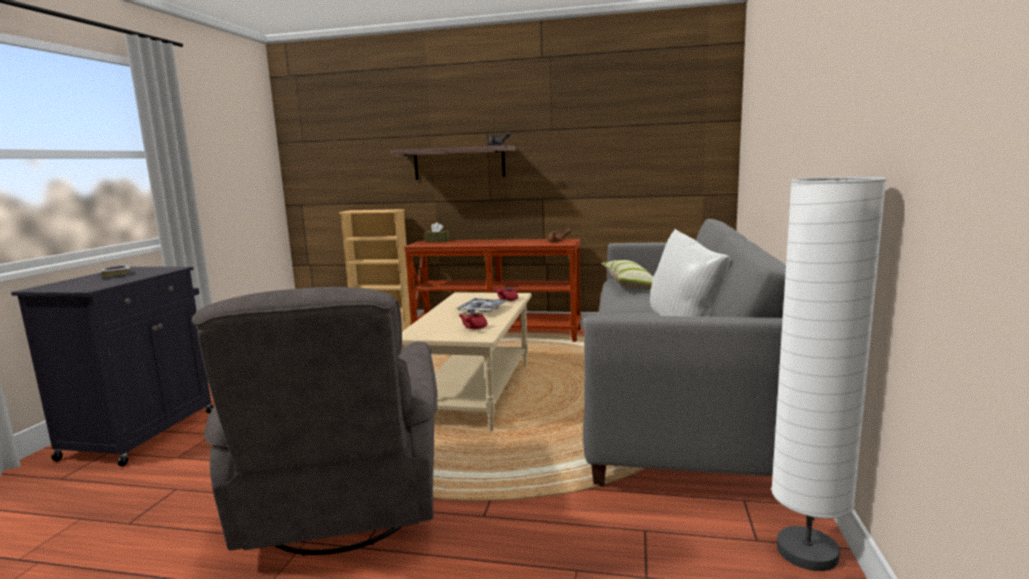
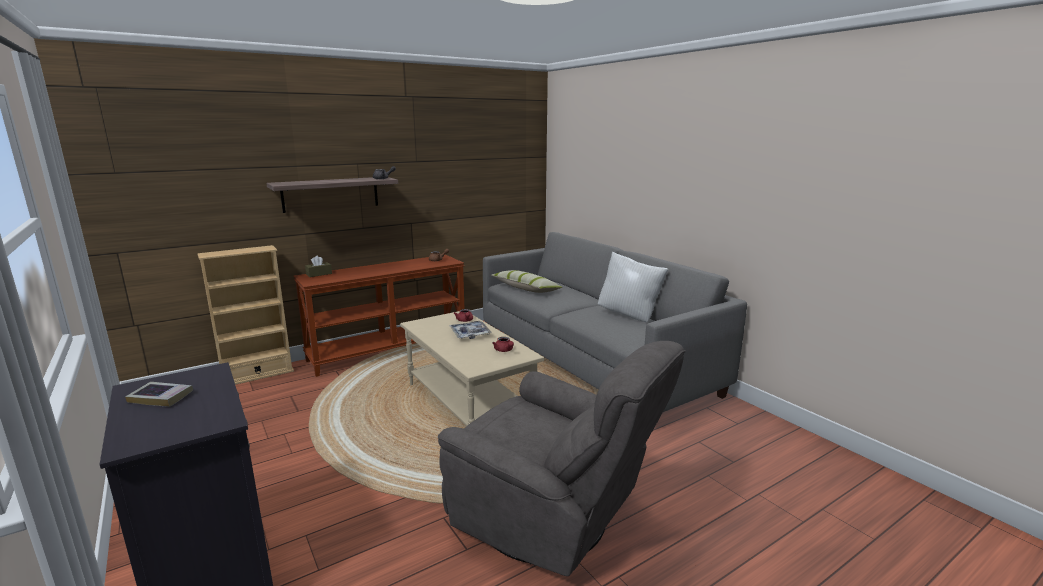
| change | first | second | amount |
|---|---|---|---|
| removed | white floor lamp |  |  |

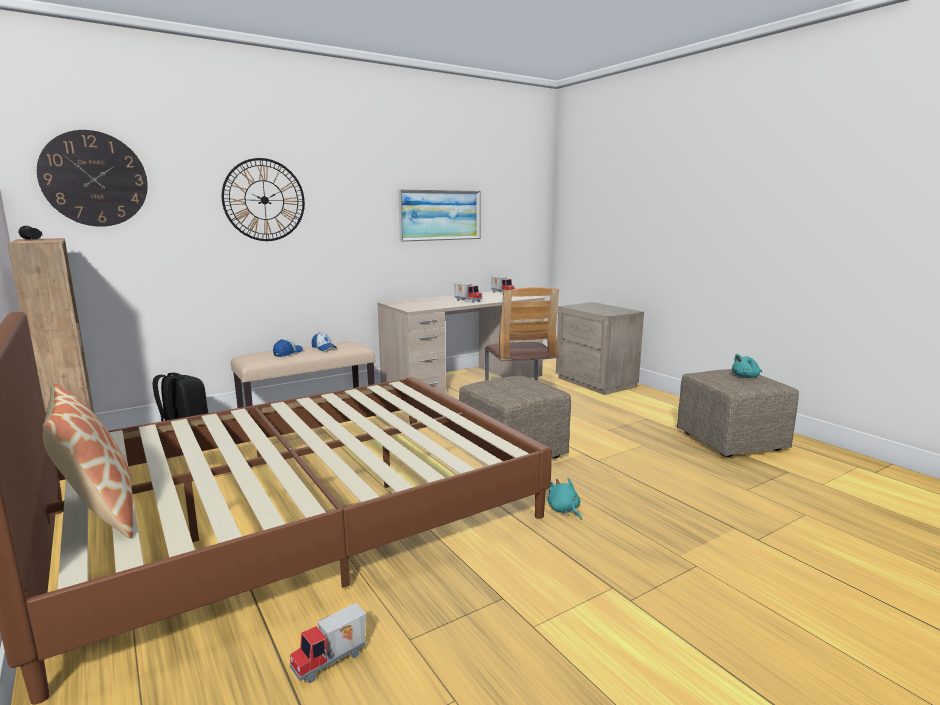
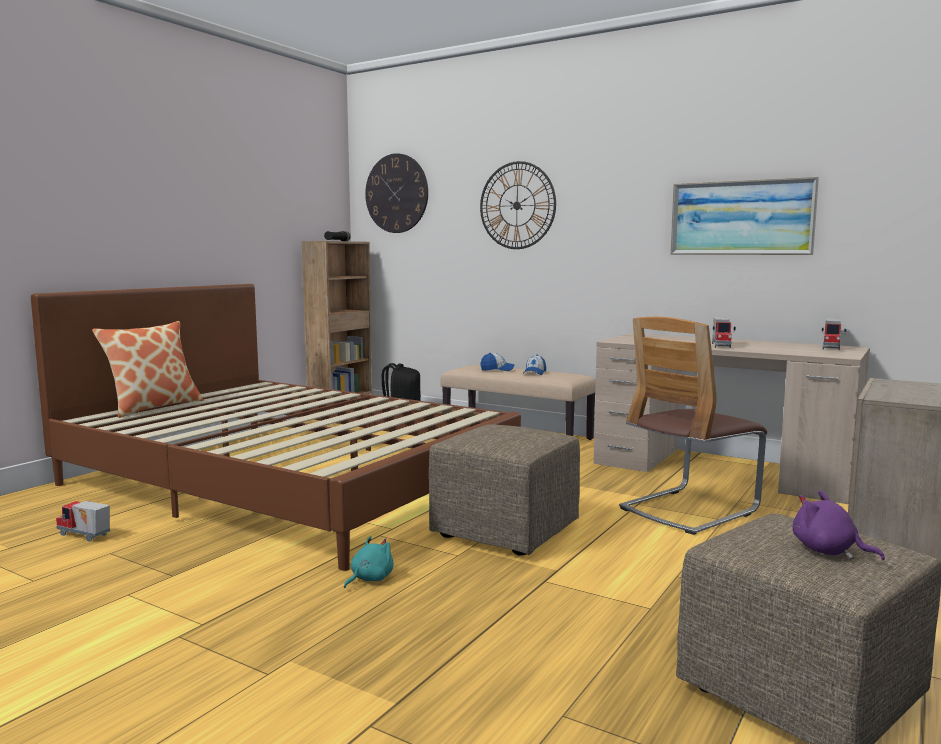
| change | first | second | amount |
|---|---|---|---|
| recoloured | turquoise plush toy (2nd from left) | purple plush toy |  |

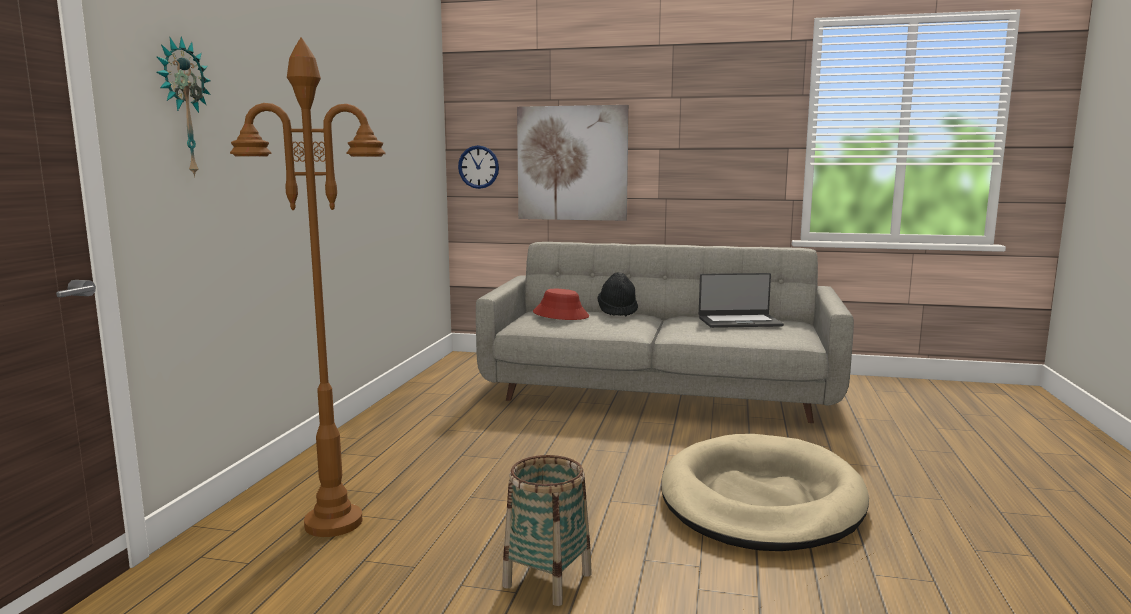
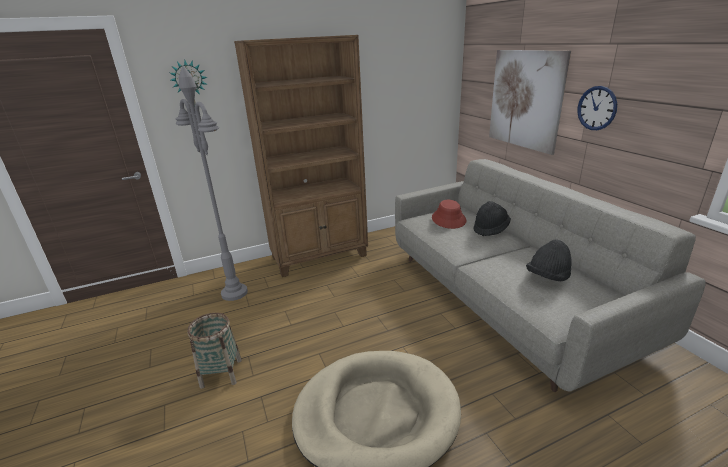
| change | first | second | amount |
|---|---|---|---|
| recoloured | brown floor lamp | grey floor lamp |  |
| added |  | brown bookcase |  |
| replaced | laptop | black hat (2nd from left) |  |
| moved | wall clock (2nd from left) |  |  |

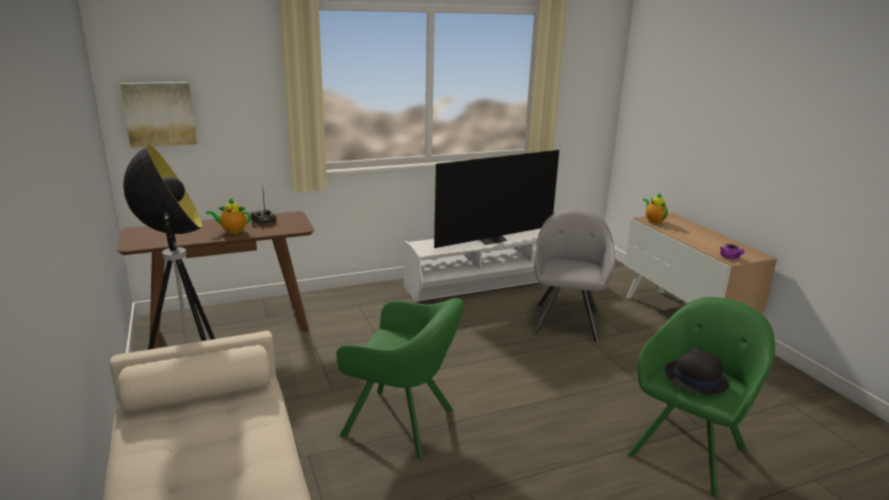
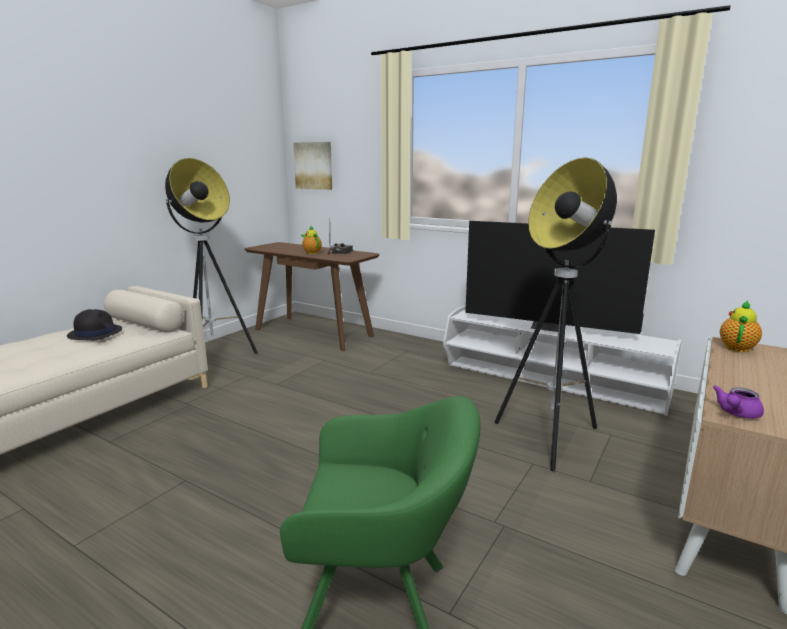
| change | first | second | amount |
|---|---|---|---|
| moved | black hat |  |  |
| replaced | grey armchair | floor lamp (2nd from left) |  |
| removed | green armchair (1st from left) |  |  |

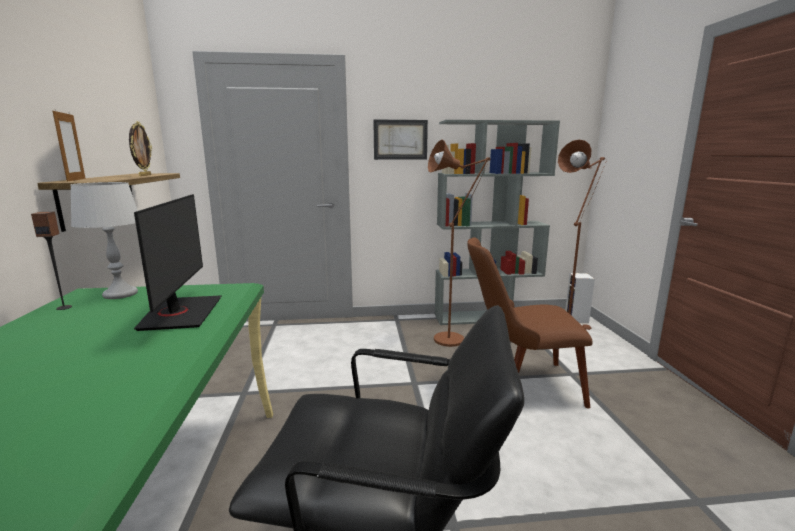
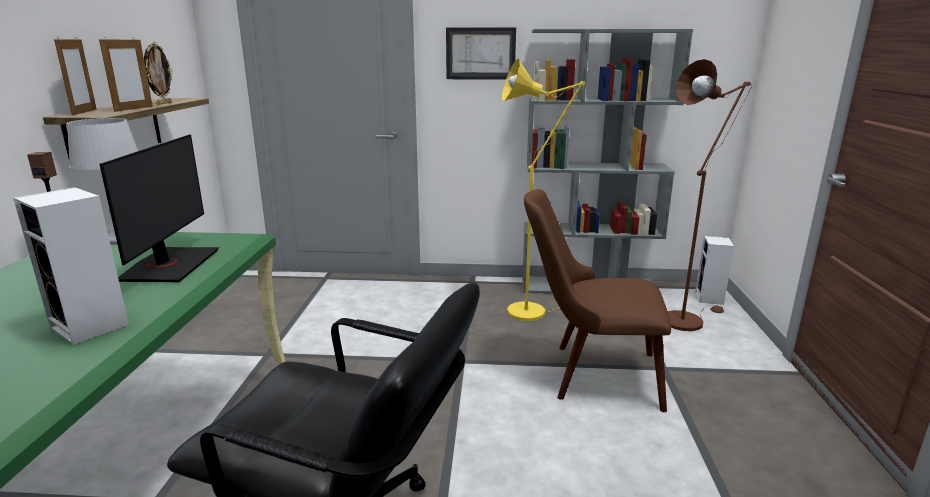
| change | first | second | amount |
|---|---|---|---|
| added |  | speaker (2nd from left) |  |
| added |  | picture frame (2nd from left) |  |
| recoloured | brown floor lamp (1st from left) | yellow floor lamp |  |

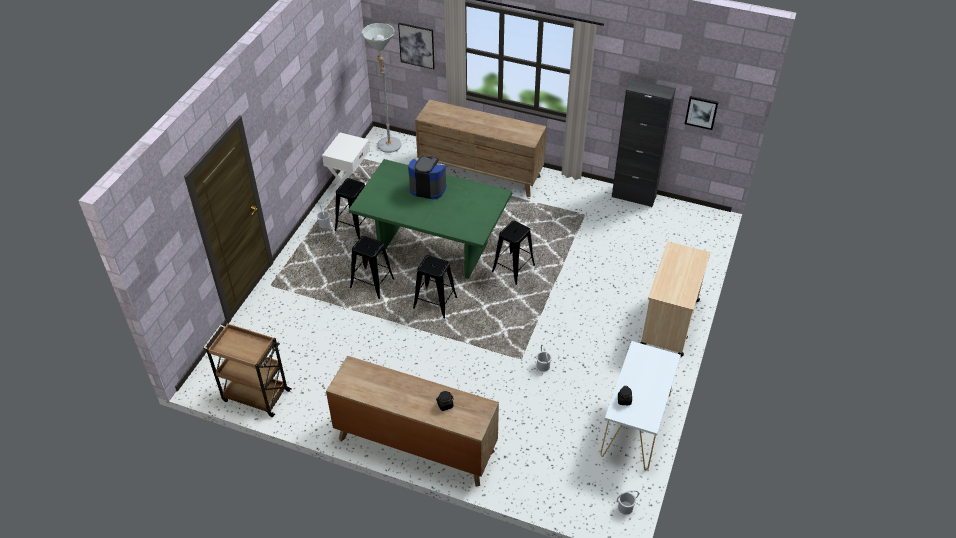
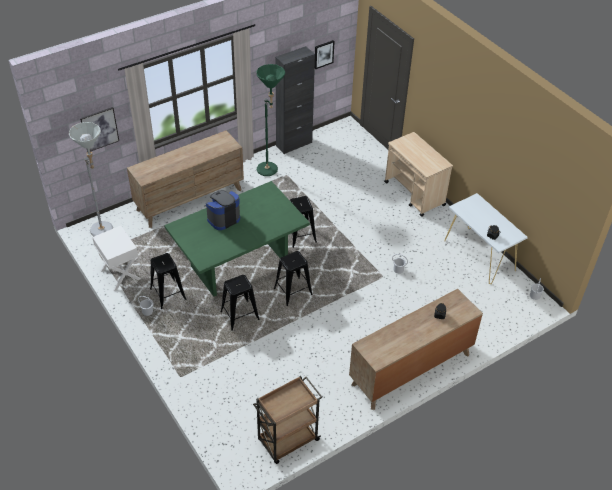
| change | first | second | amount |
|---|---|---|---|
| added |  | green floor lamp |  |

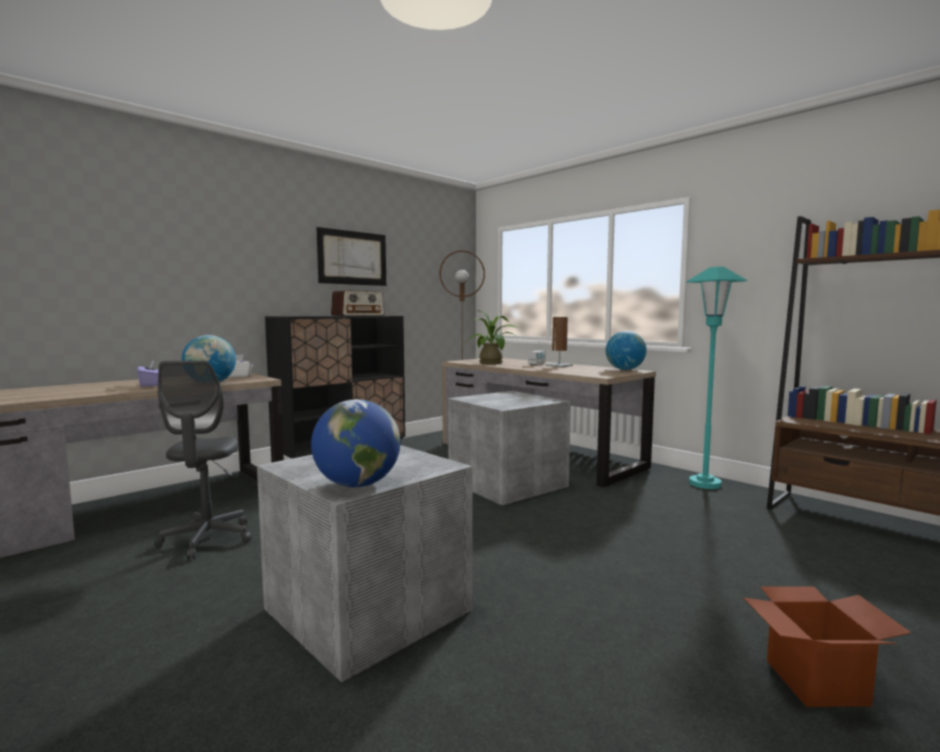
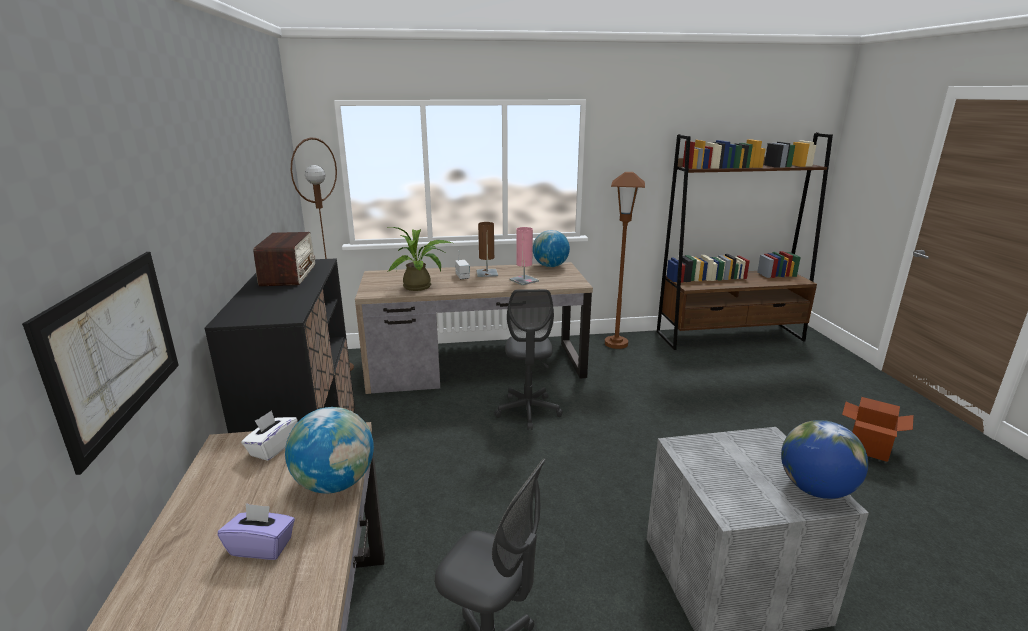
| change | first | second | amount |
|---|---|---|---|
| moved | picture |  |  |
| replaced | grey storage box (2nd from left) | grey office chair (2nd from left) |  |
| added |  | pink table lamp |  |
| recoloured | turquoise floor lamp | brown floor lamp (2nd from left) |  |

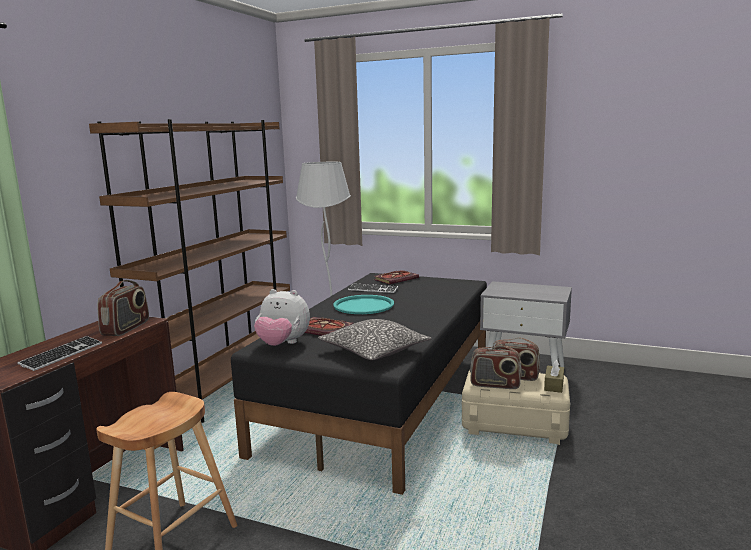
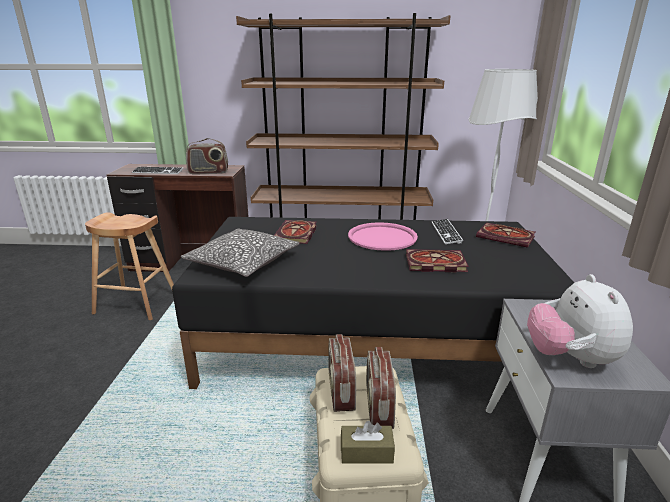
| change | first | second | amount |
|---|---|---|---|
| recoloured | turquoise tray | pink tray |  |
| added |  | book (2nd from left) |  |
| moved | plush toy |  |  |

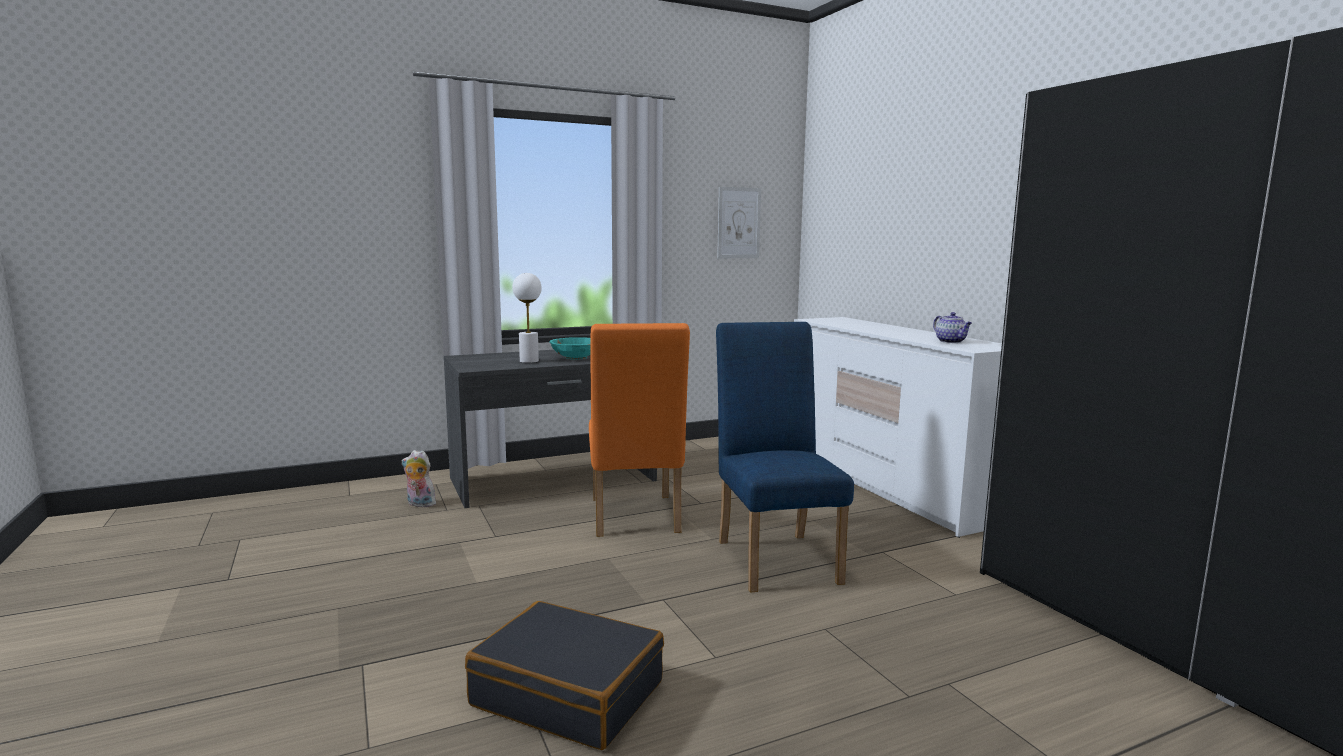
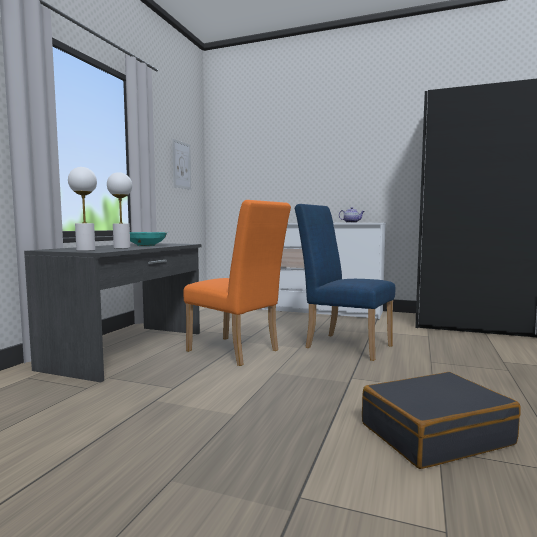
| change | first | second | amount |
|---|---|---|---|
| added |  | white table lamp (1st from left) |  |
| removed | plush toy |  |  |

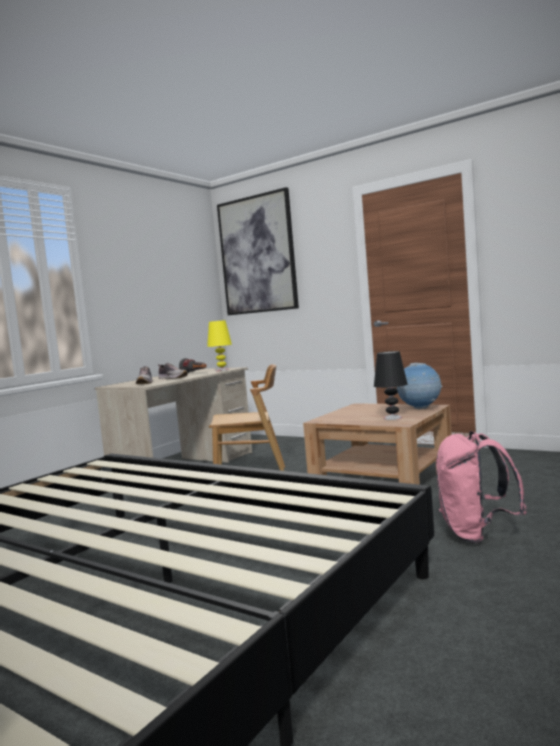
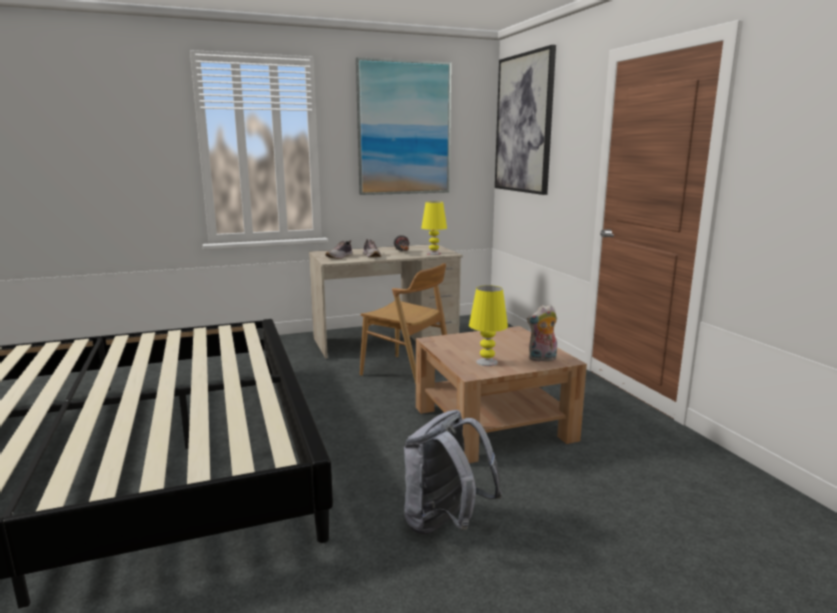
| change | first | second | amount |
|---|---|---|---|
| added |  | picture (1st from left) |  |
| recoloured | pink backpack | grey backpack |  |
| recoloured | black table lamp | yellow table lamp (2nd from left) |  |
| replaced | globe | plush toy |  |

